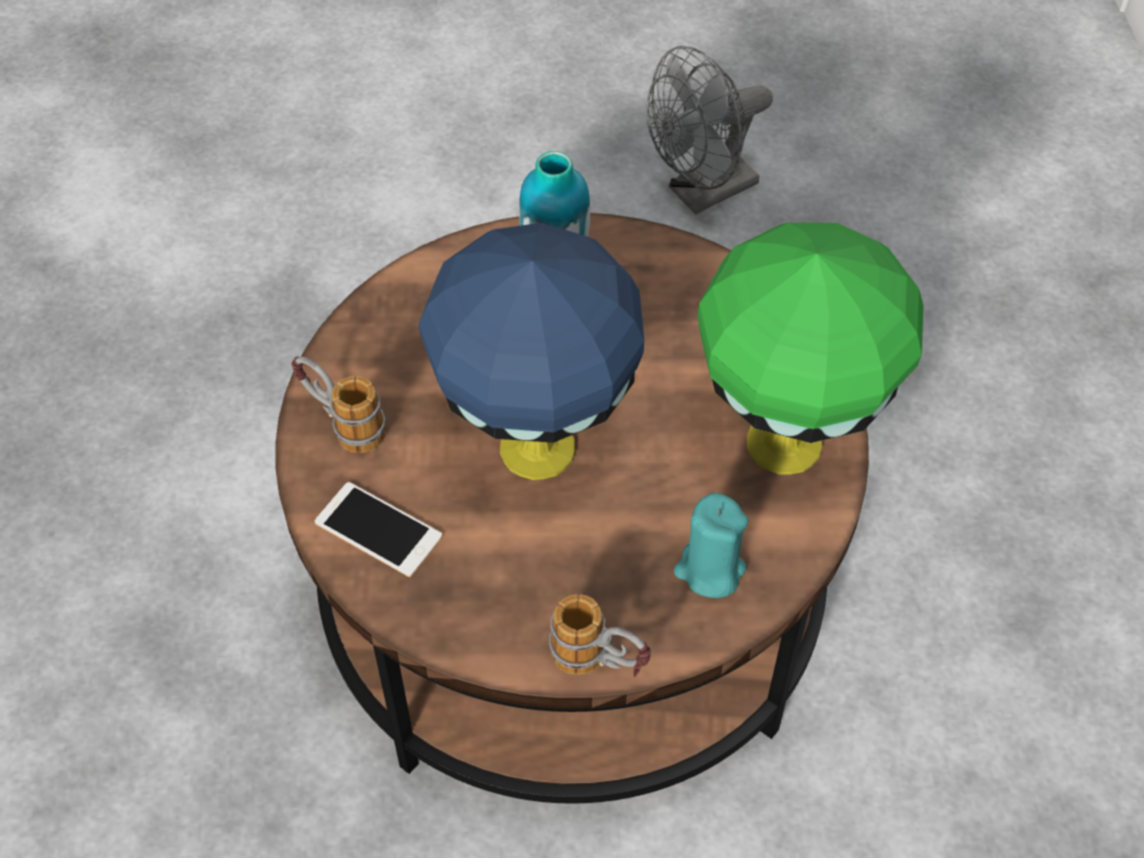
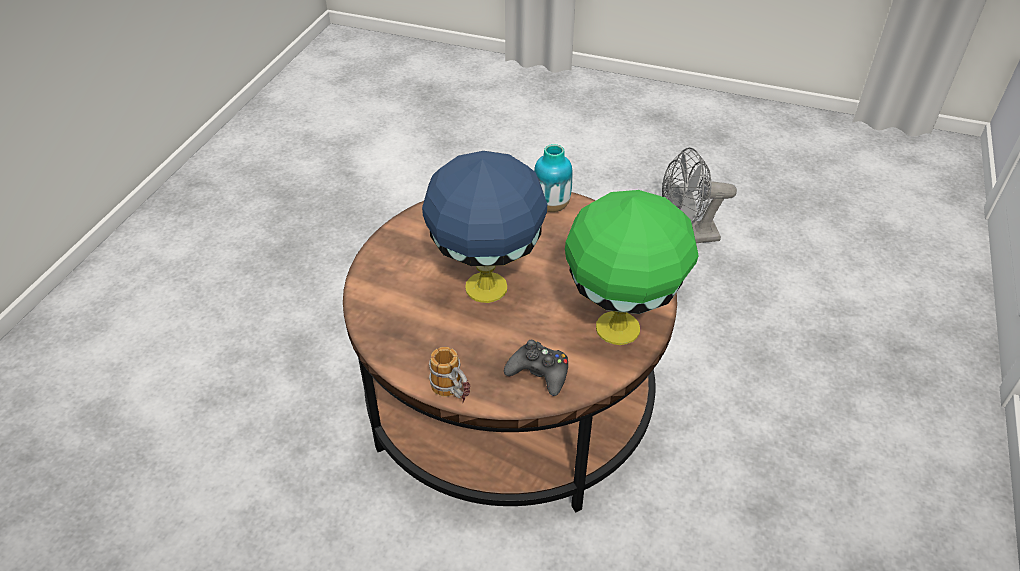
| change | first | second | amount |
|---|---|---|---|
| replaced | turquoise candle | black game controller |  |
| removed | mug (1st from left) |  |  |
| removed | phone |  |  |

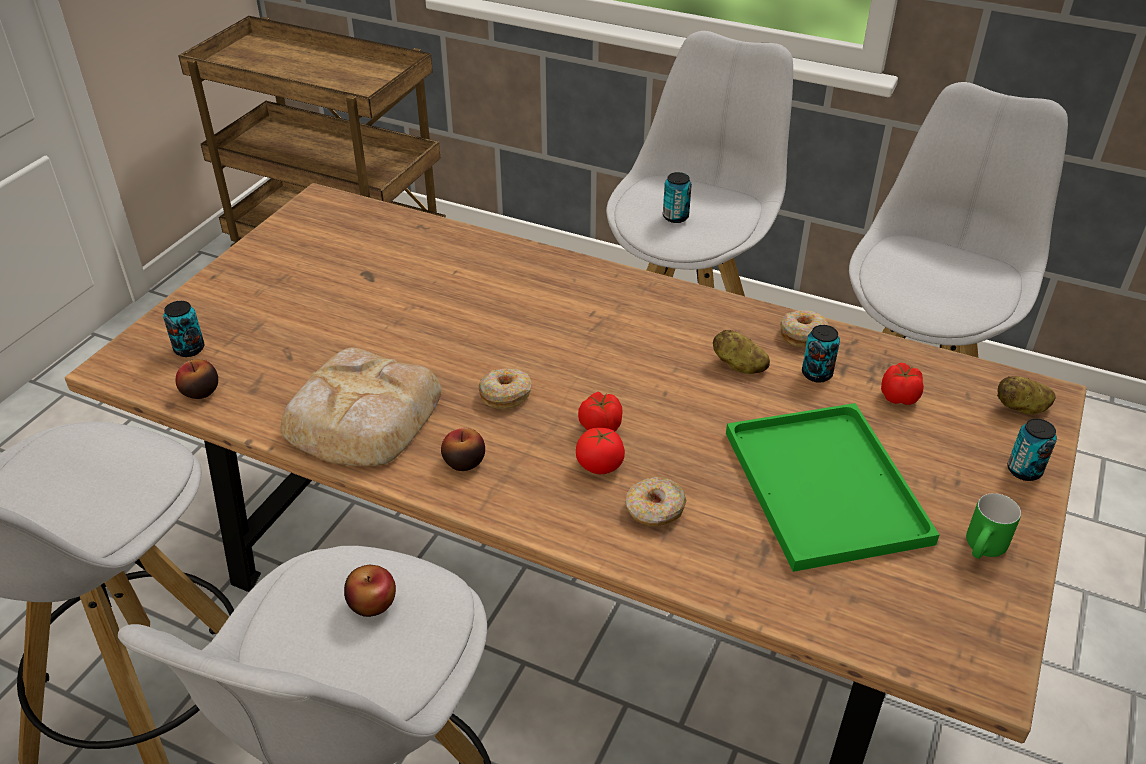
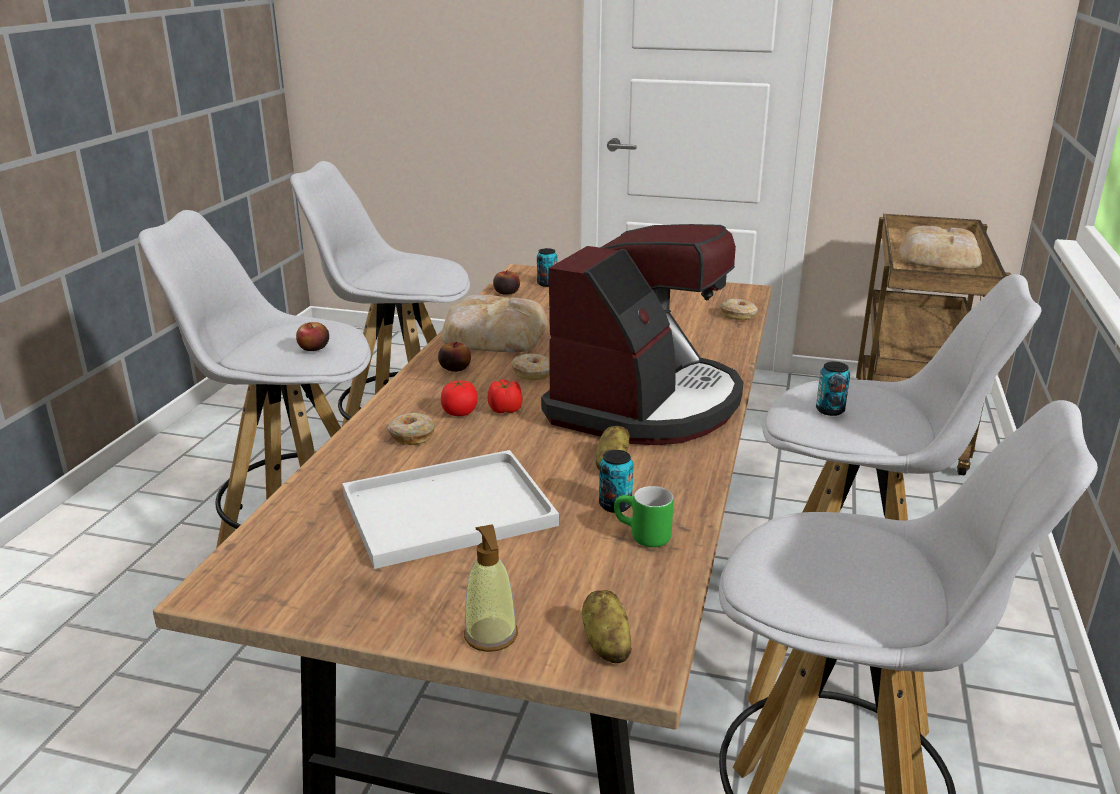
| change | first | second | amount |
|---|---|---|---|
| recoloured | green tray | white tray |  |
| replaced | can (4th from left) | soap dispenser |  |
| added |  | coffee machine |  |
| moved | green mug |  |  |
| moved | donut (3rd from left) |  |  |
| added |  | bread (2nd from left) |  |
| removed | tomato (3rd from left) |  |  |

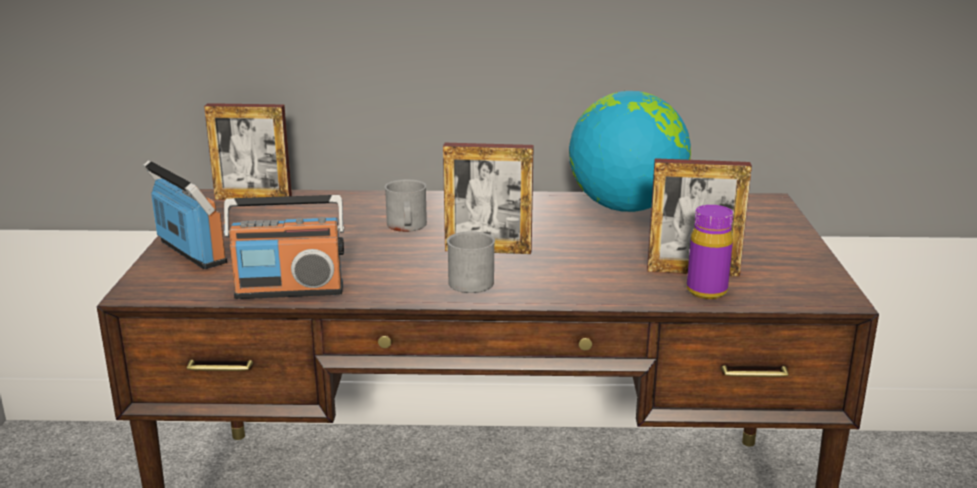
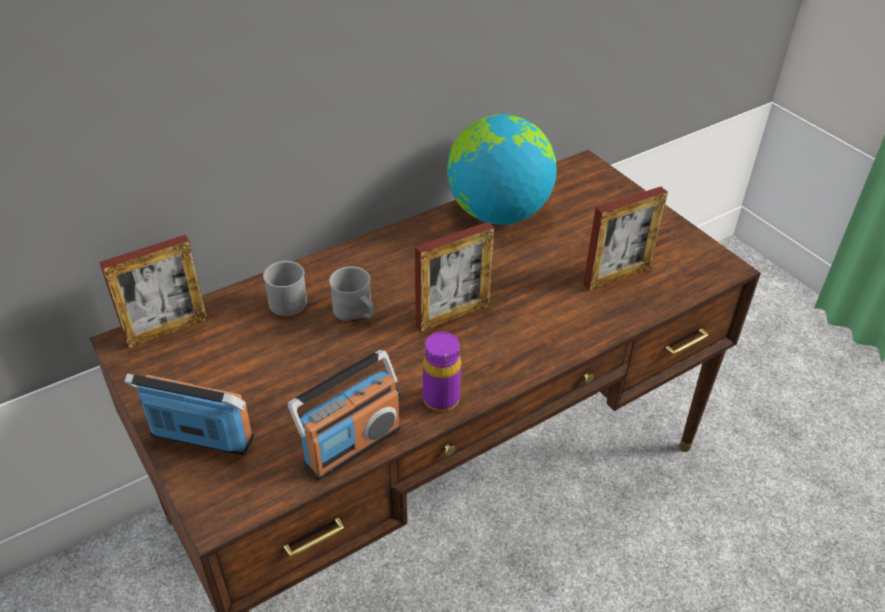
| change | first | second | amount |
|---|---|---|---|
| moved | grey mug (2nd from left in the first image) | grey mug (1st from left) |  |
| moved | purple bottle |  |  |

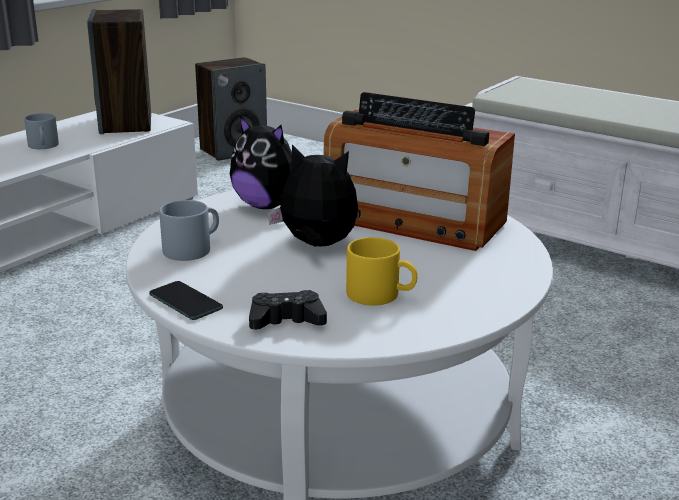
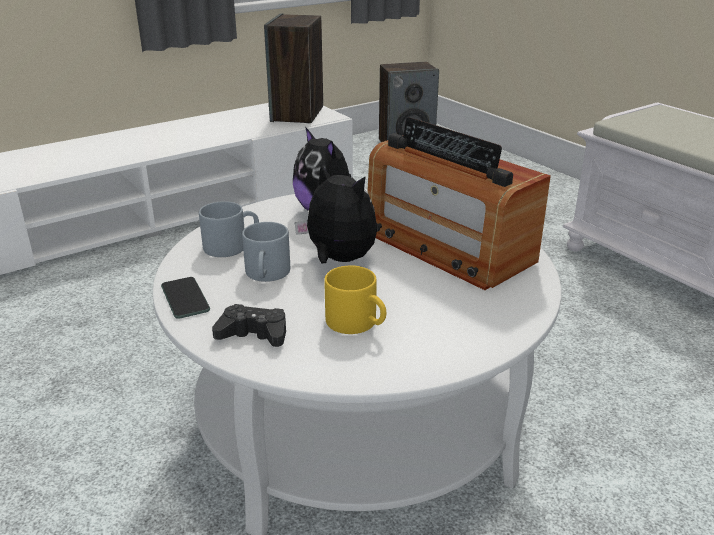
| change | first | second | amount |
|---|---|---|---|
| moved | grey mug (1st from left in the first image) | grey mug (2nd from left) |  |

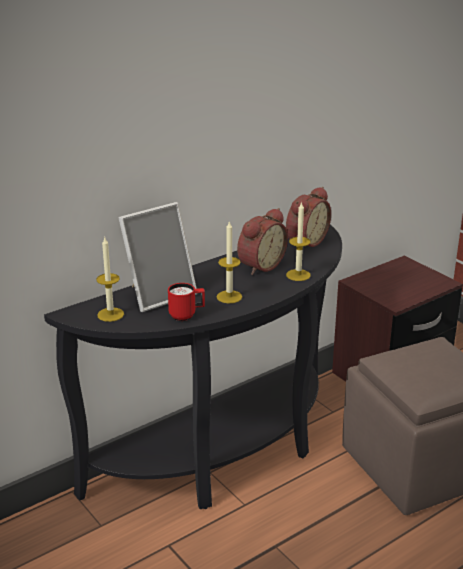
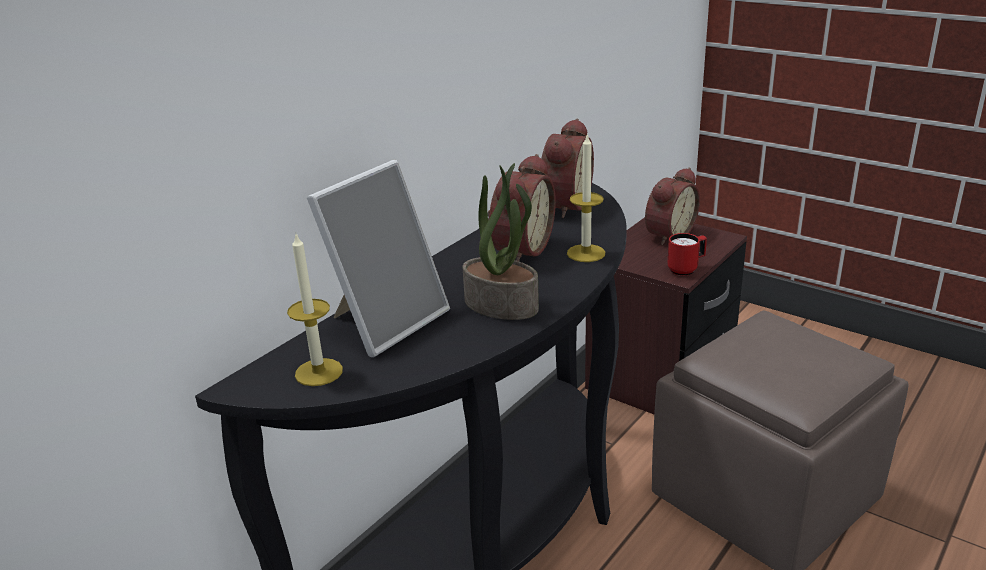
| change | first | second | amount |
|---|---|---|---|
| replaced | candle (2nd from left) | potted plant |  |
| added |  | alarm clock (3rd from left) |  |
| moved | red mug |  |  |

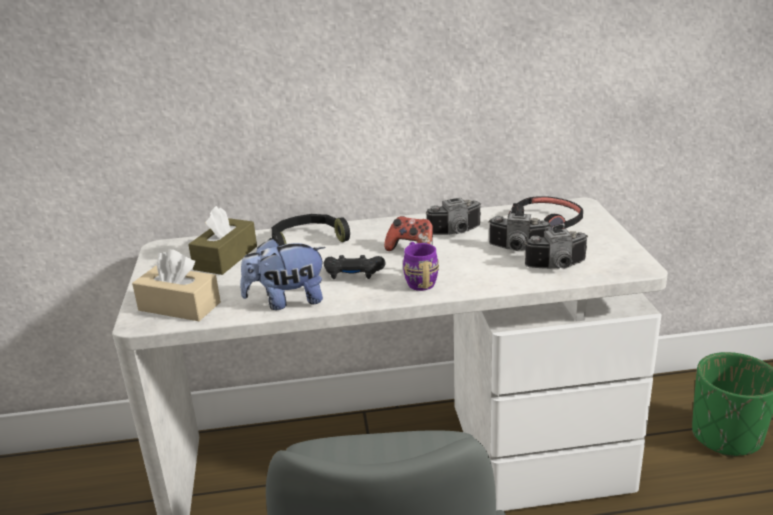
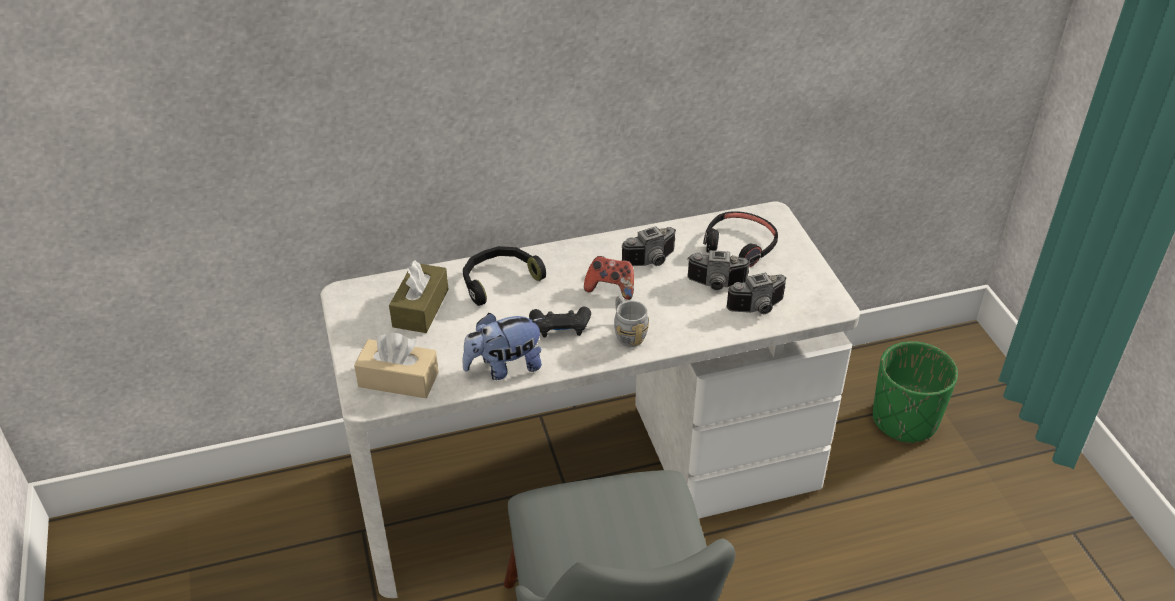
| change | first | second | amount |
|---|---|---|---|
| recoloured | purple mug | grey mug |  |

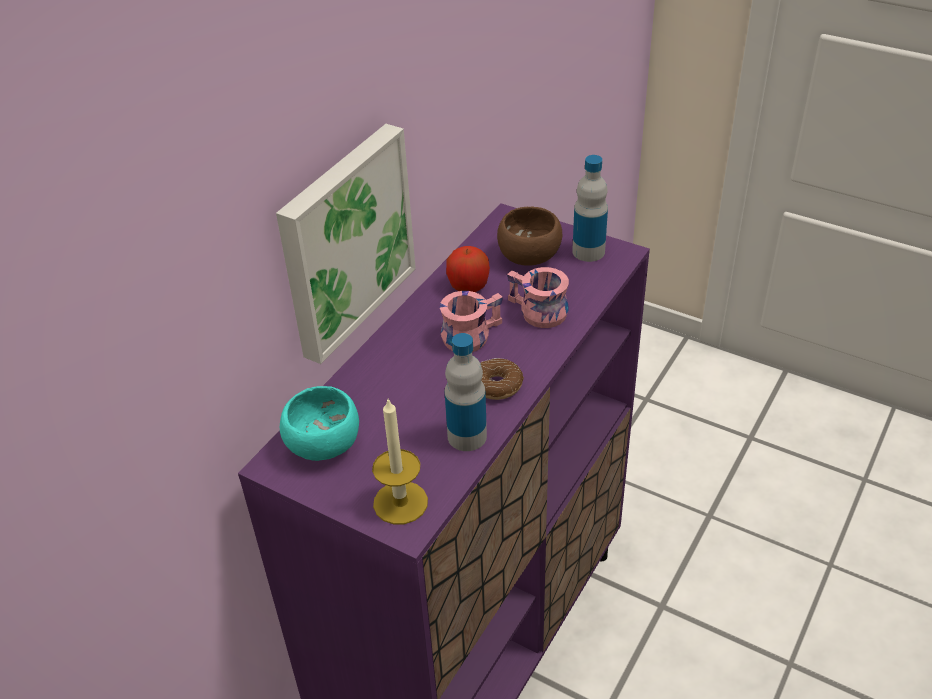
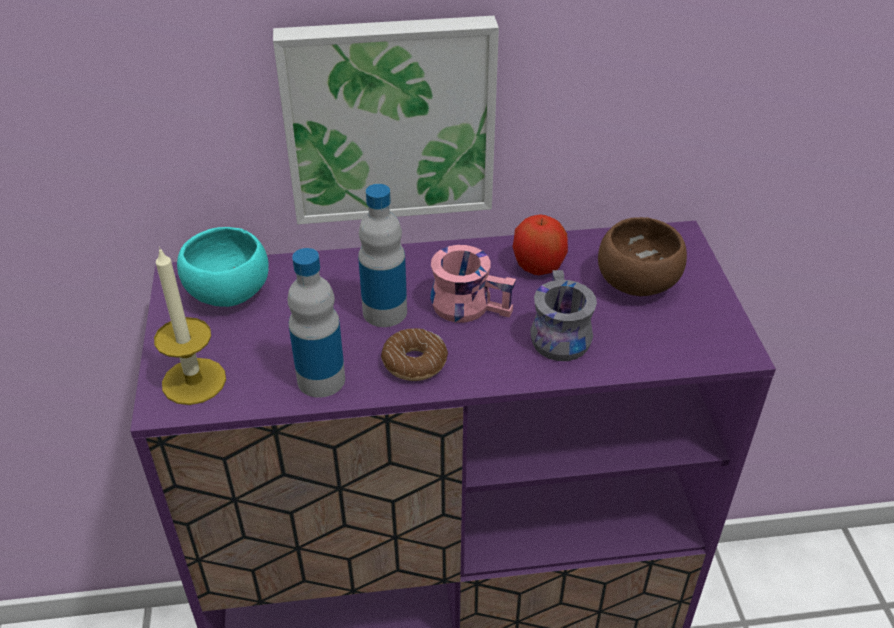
| change | first | second | amount |
|---|---|---|---|
| moved | bottle (2nd from left) |  |  |
| recoloured | pink mug (2nd from left) | grey mug |  |

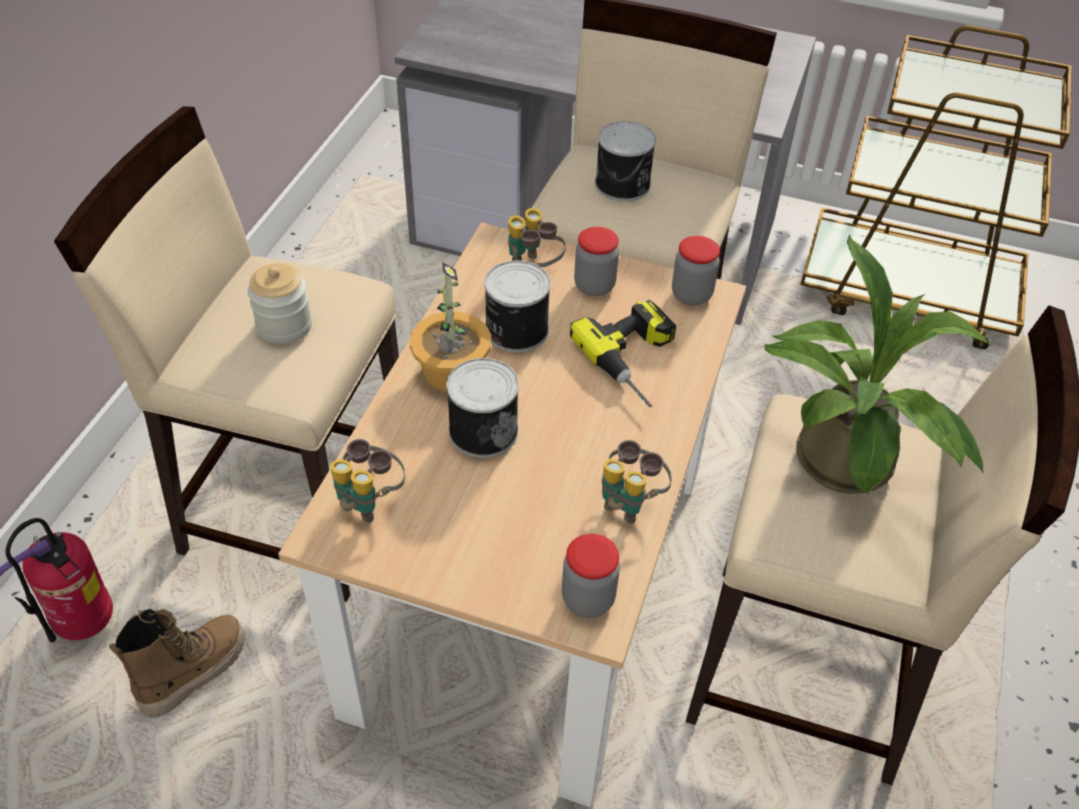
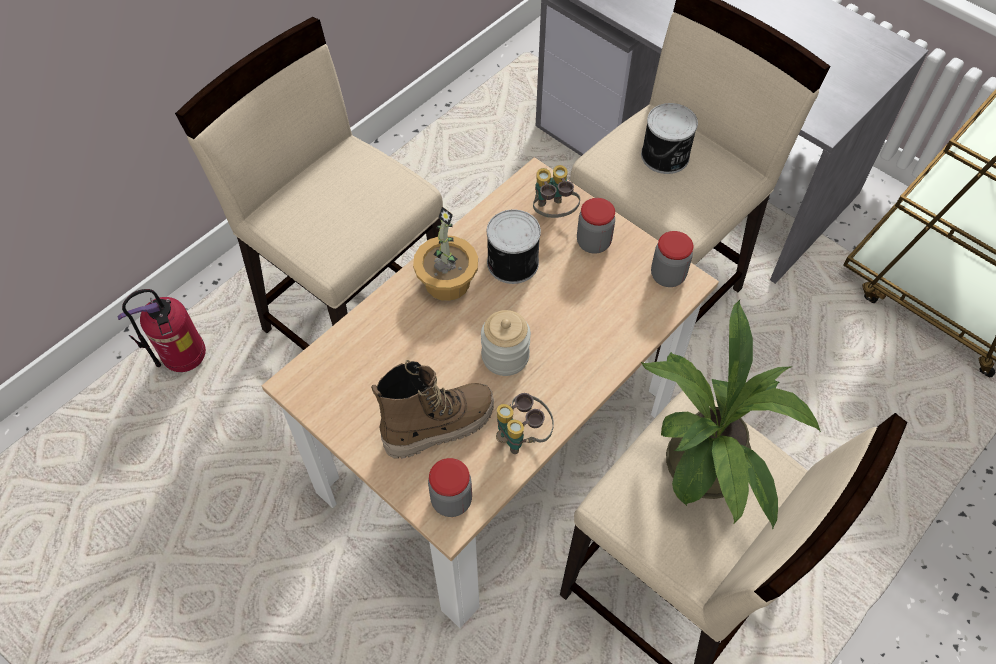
| change | first | second | amount |
|---|---|---|---|
| moved | boot |  |  |
| moved | jar (1st from left in the first image) | jar (2nd from left) |  |
| removed | binoculars (1st from left) |  |  |
| removed | can (1st from left) |  |  |
| removed | power drill |  |  |

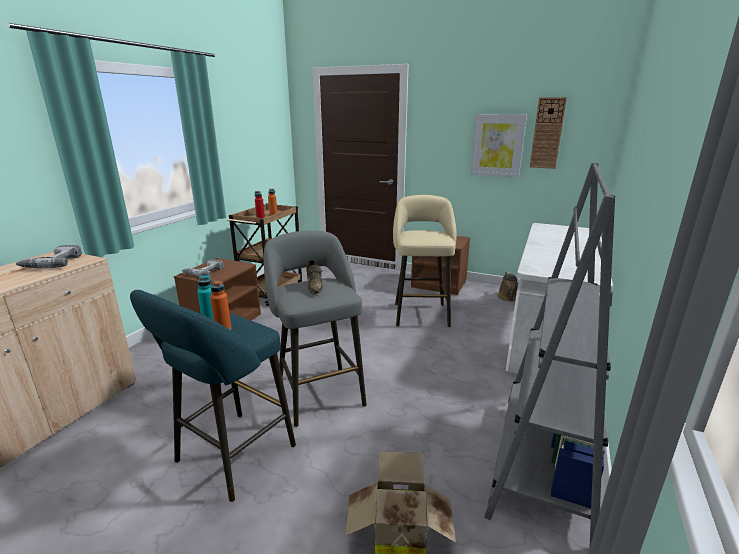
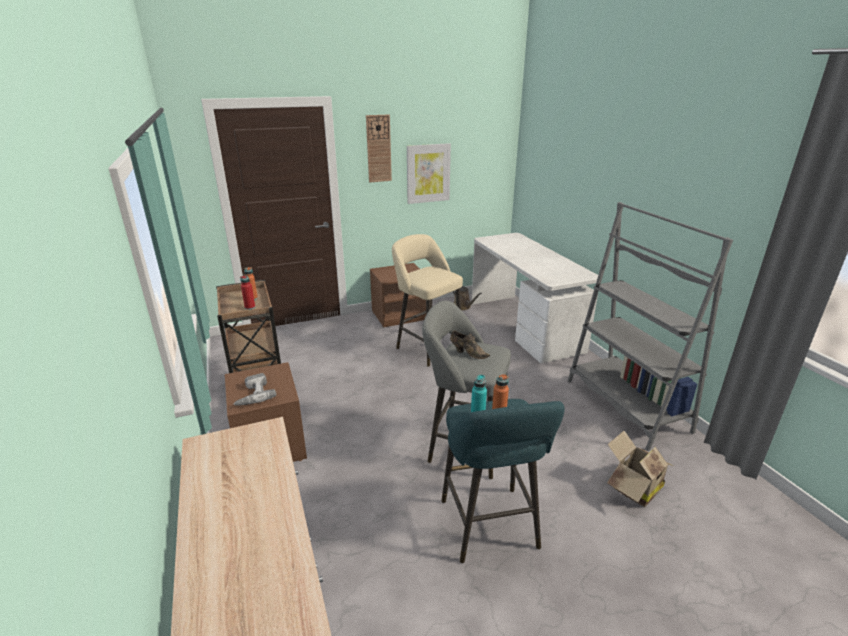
| change | first | second | amount |
|---|---|---|---|
| moved | wall clock |  |  |
| removed | power drill (1st from left) |  |  |

